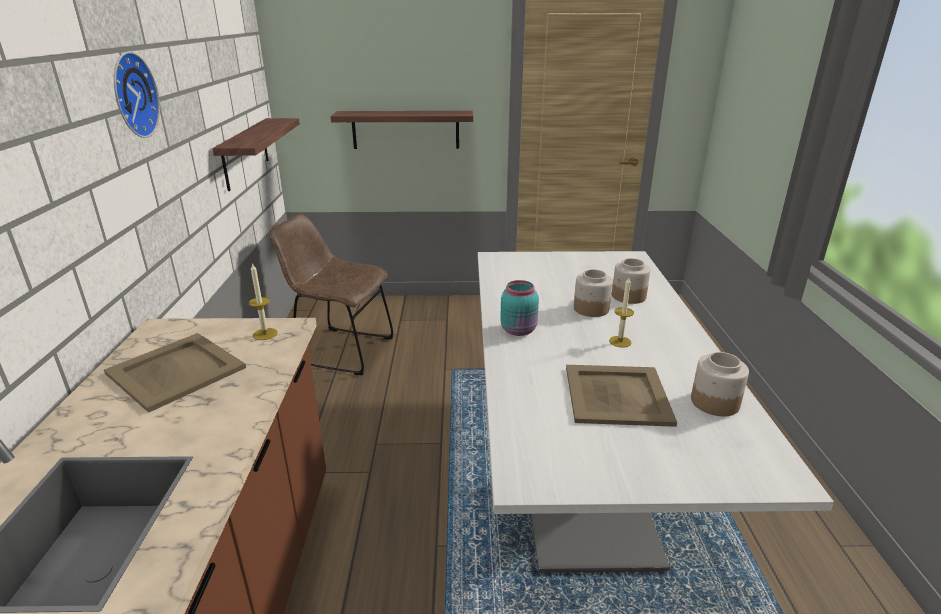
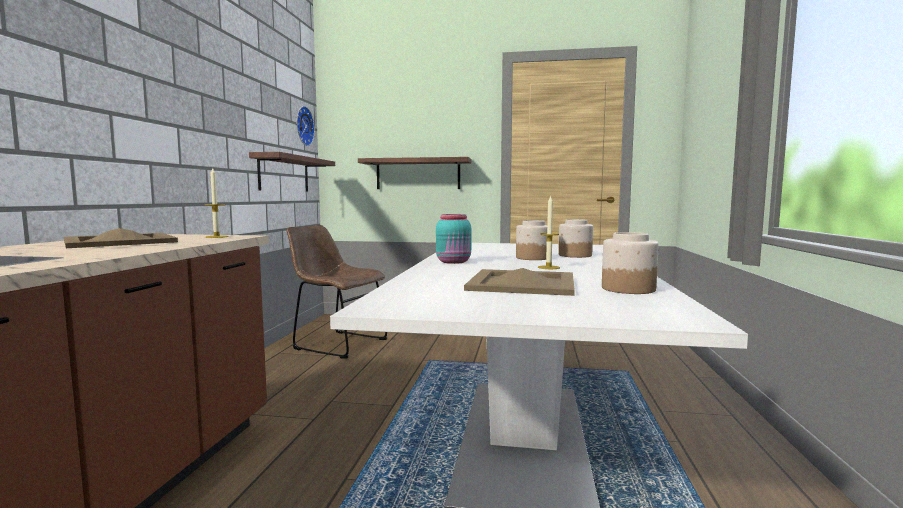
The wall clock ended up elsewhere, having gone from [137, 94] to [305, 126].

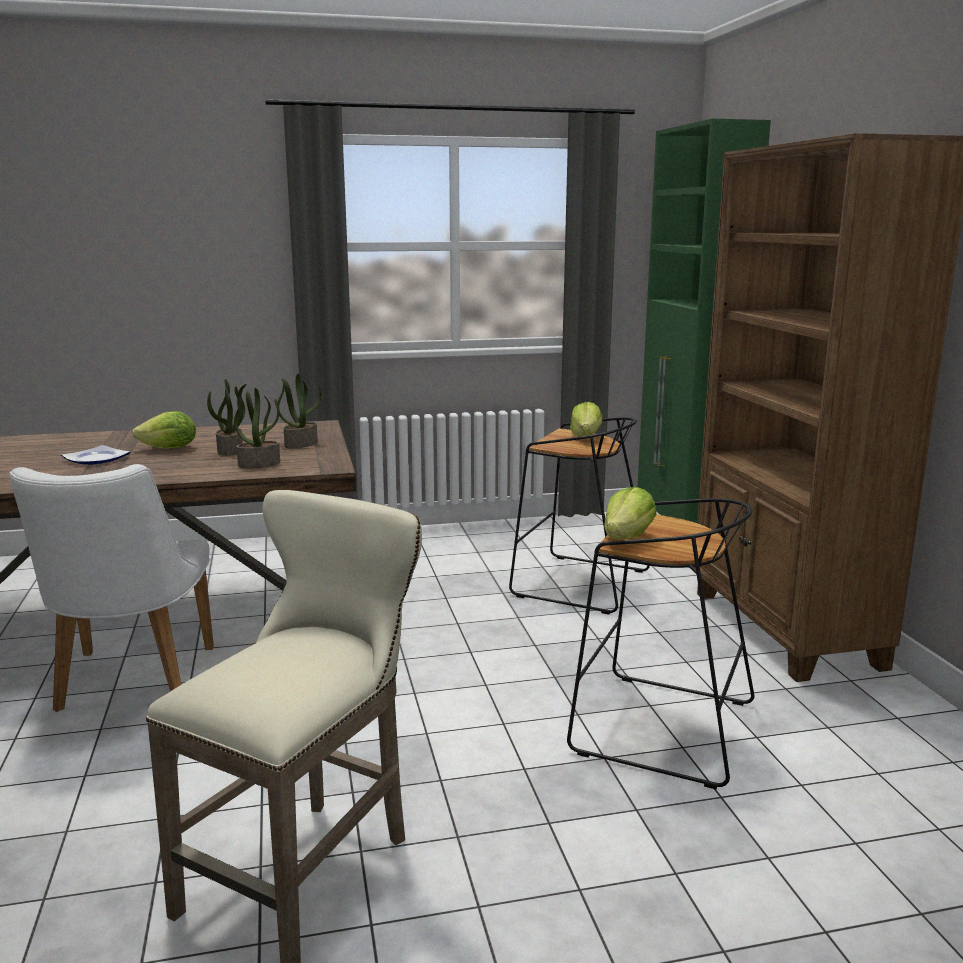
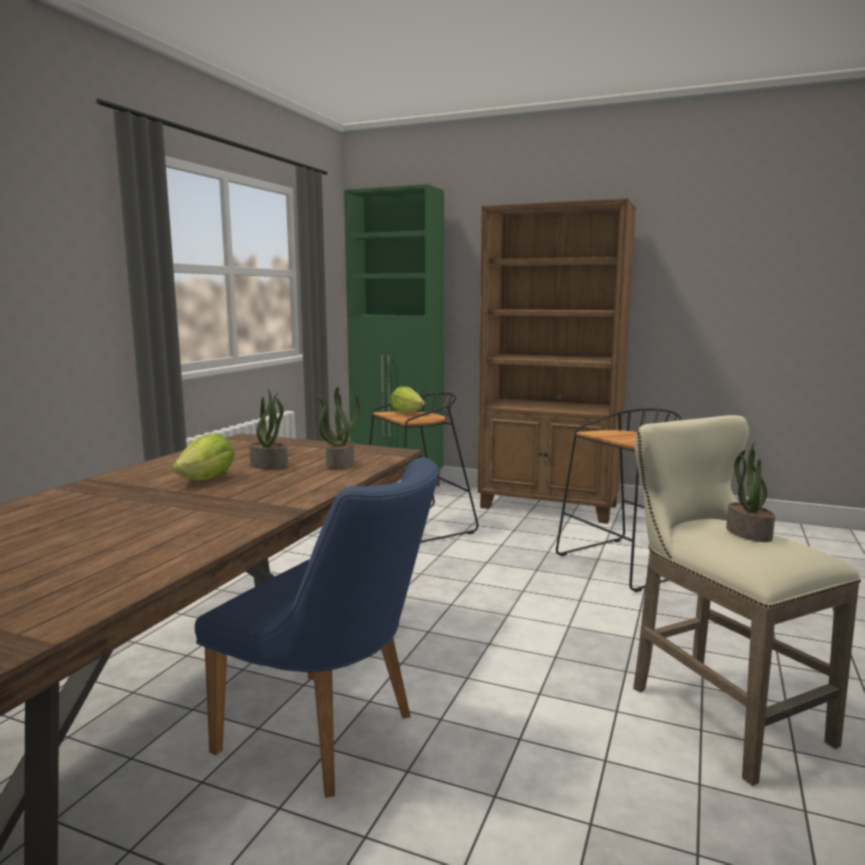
The potted plant ended up elsewhere, having gone from [299, 411] to [750, 492]. The second view lost the plate at [95, 455]. What was the white chair at [111, 588] turned into the blue chair at [316, 627]. The second view lost the lettuce at [630, 513].

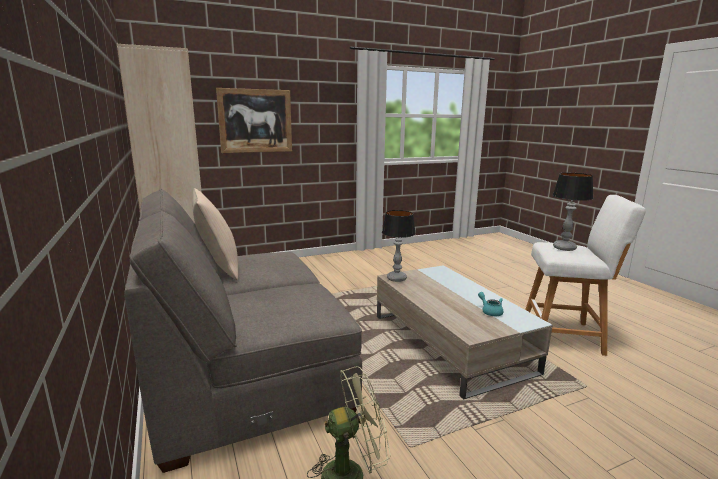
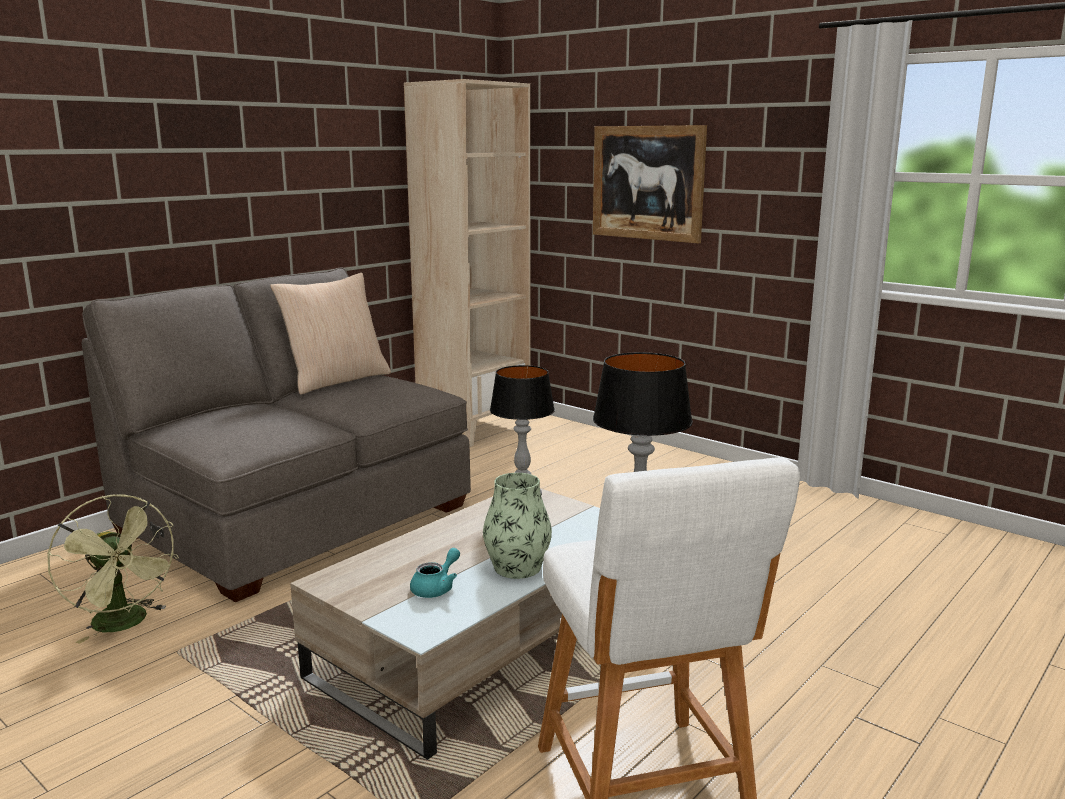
The second view gained the vase at [517, 526].

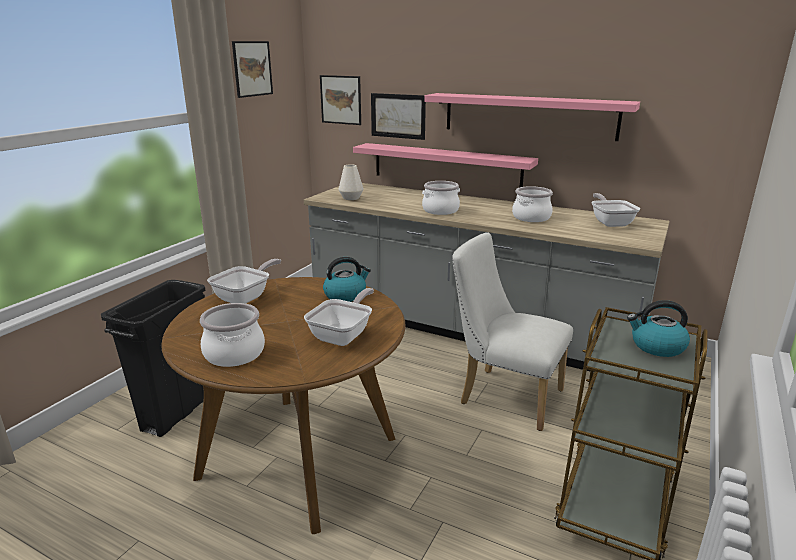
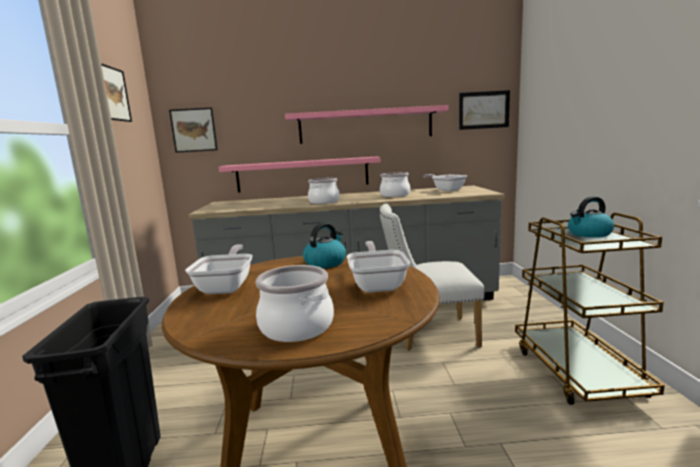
The picture ended up elsewhere, having gone from [398, 116] to [484, 110]. The second view lost the white vase at [351, 182].

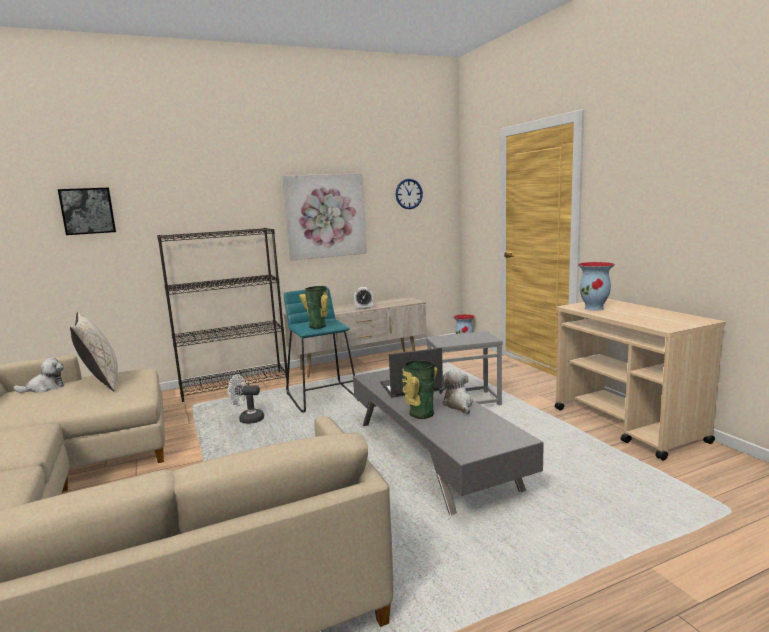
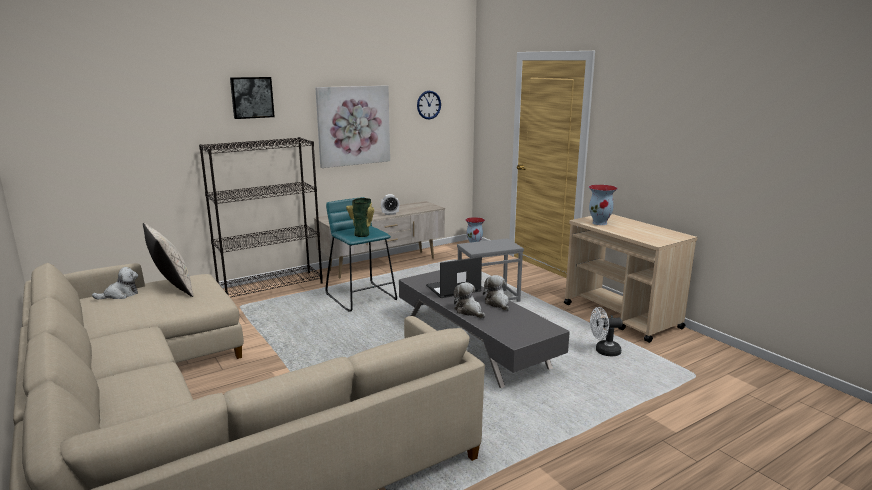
The picture ended up elsewhere, having gone from [87, 211] to [252, 98]. Where the vase stood at [419, 389], the plush toy came to stand at [469, 300]. The white fan ended up elsewhere, having gone from [246, 399] to [606, 331].

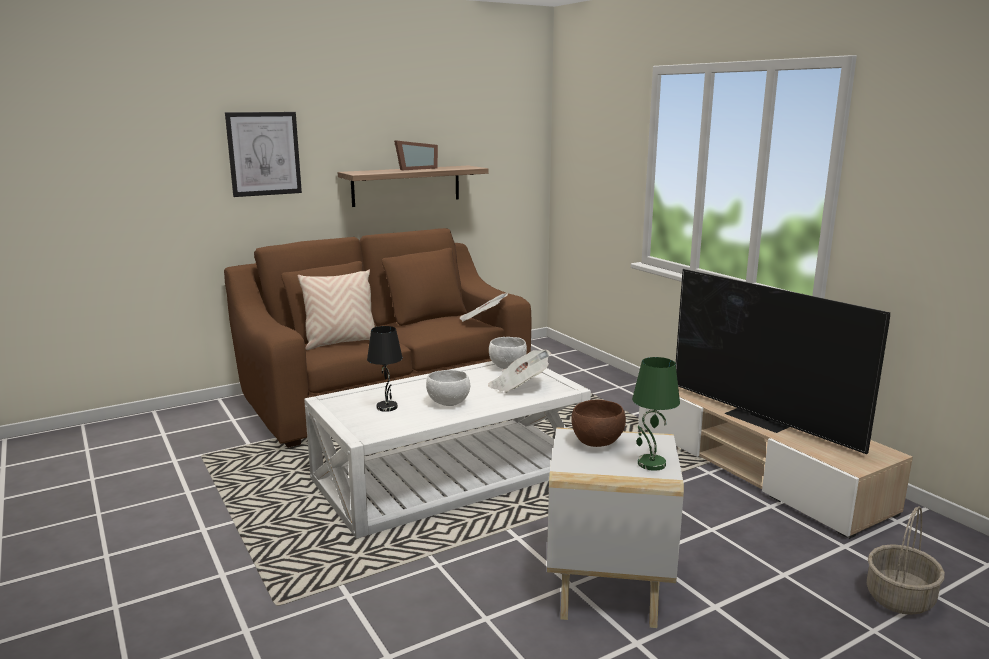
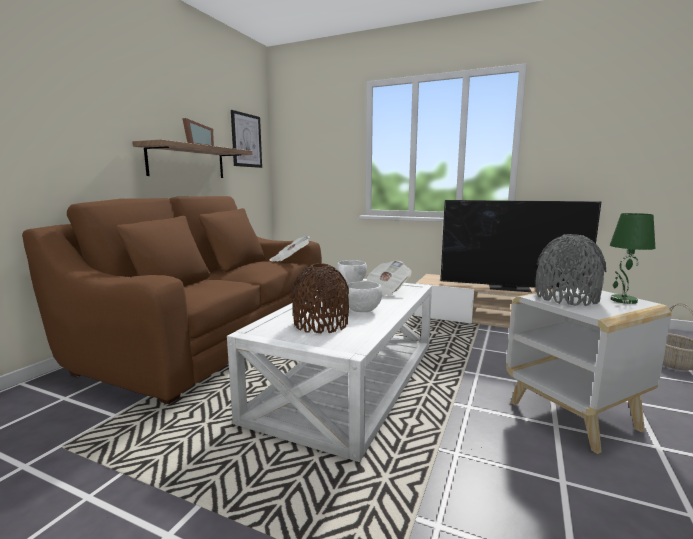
The picture ended up elsewhere, having gone from [263, 154] to [246, 139]. The second view lost the beige pillow at [336, 310]. Where the black table lamp stood at [385, 369], the brown vase came to stand at [320, 298]. Where the brown bowl stood at [598, 423], the grey vase came to stand at [570, 270].

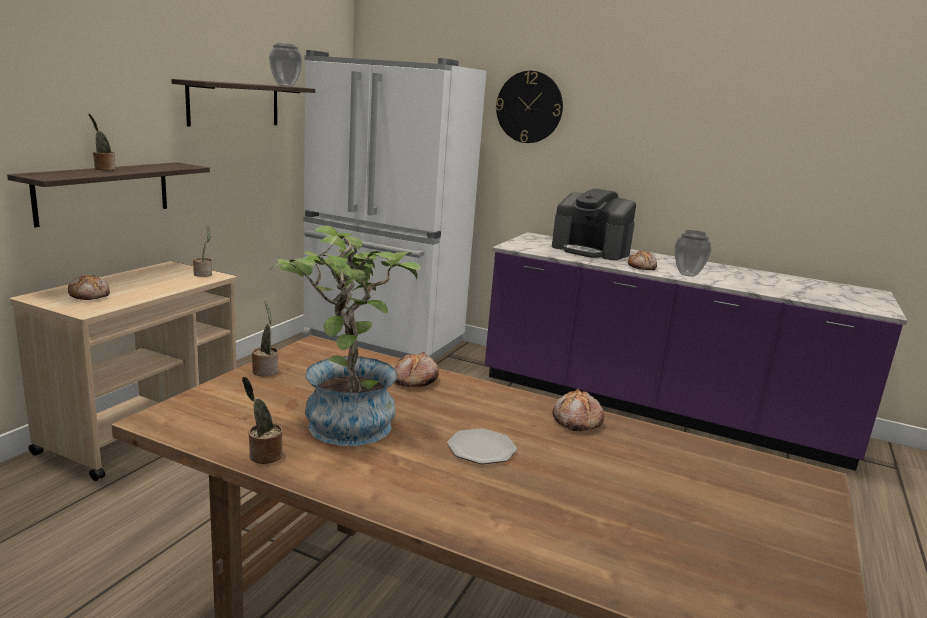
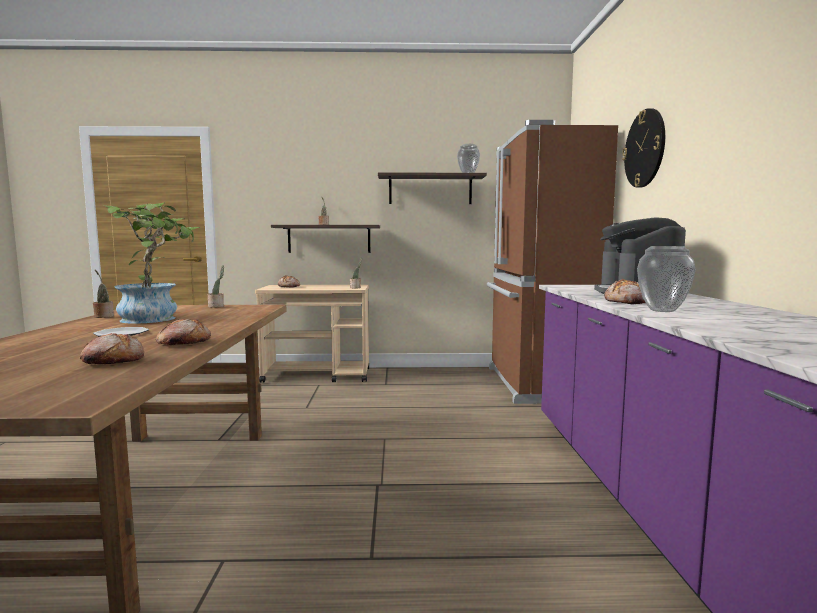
What was the white fridge at [395, 205] turned into the brown fridge at [552, 262]. The bread ended up elsewhere, having gone from [416, 369] to [112, 348].

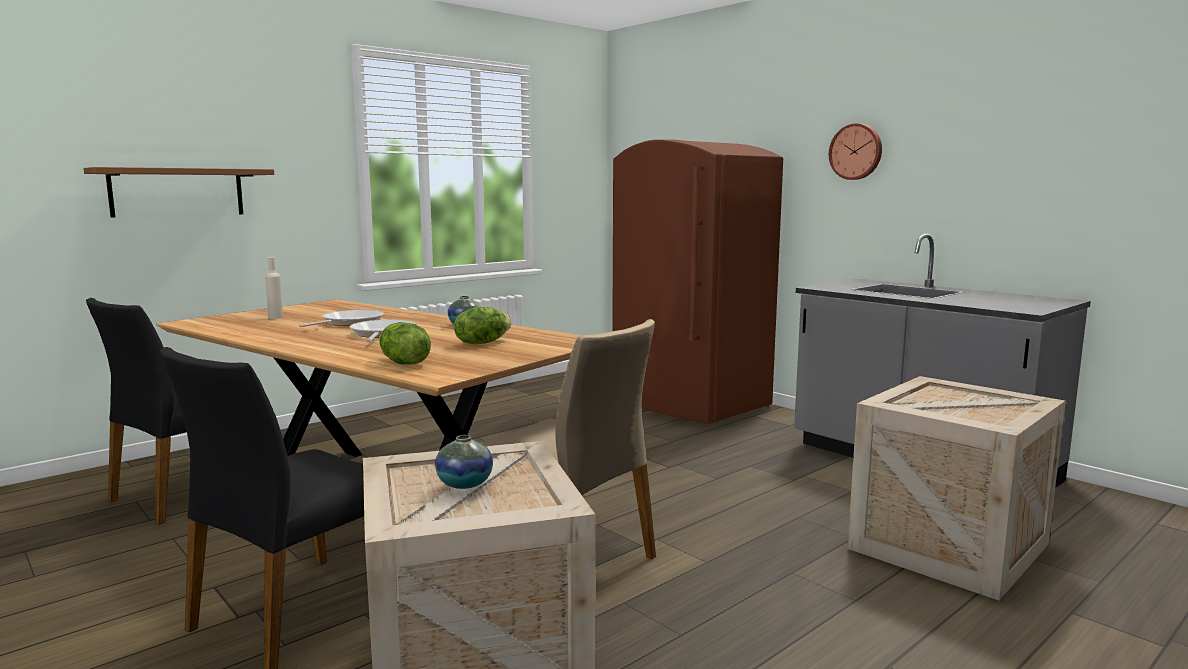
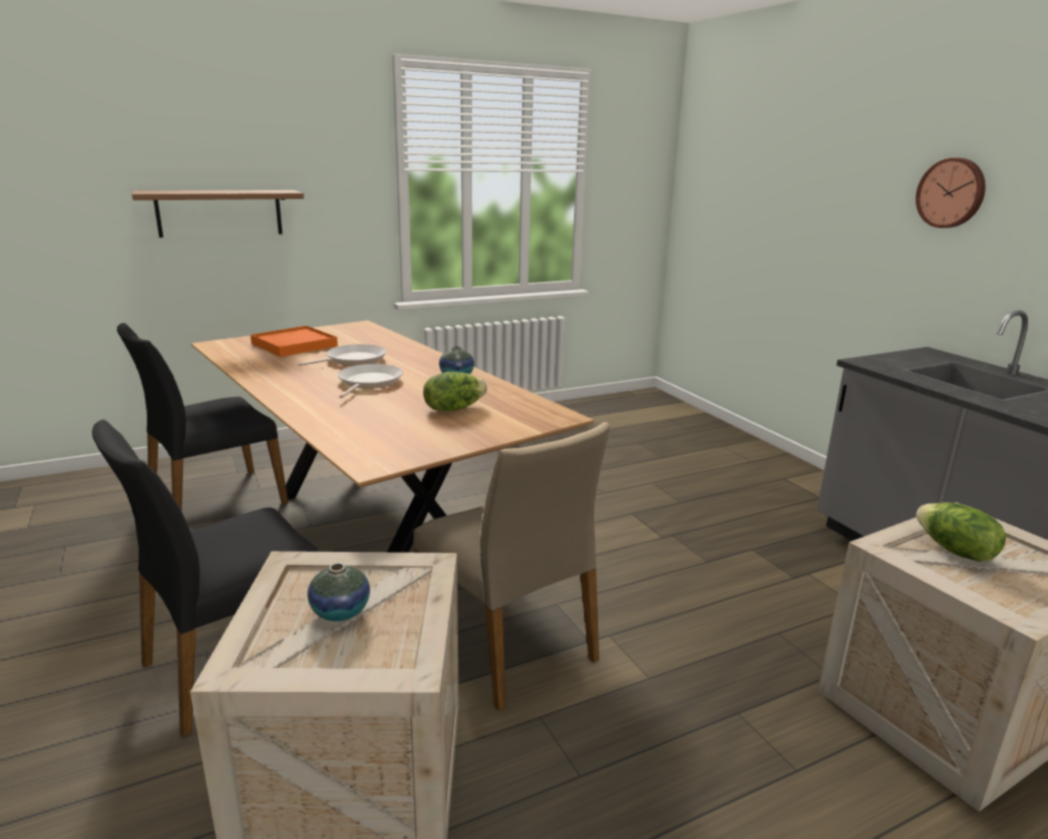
The second view lost the brown fridge at [697, 281]. Where the beige bottle stood at [274, 288], the orange tray came to stand at [294, 341]. The lettuce ended up elsewhere, having gone from [405, 343] to [961, 532].

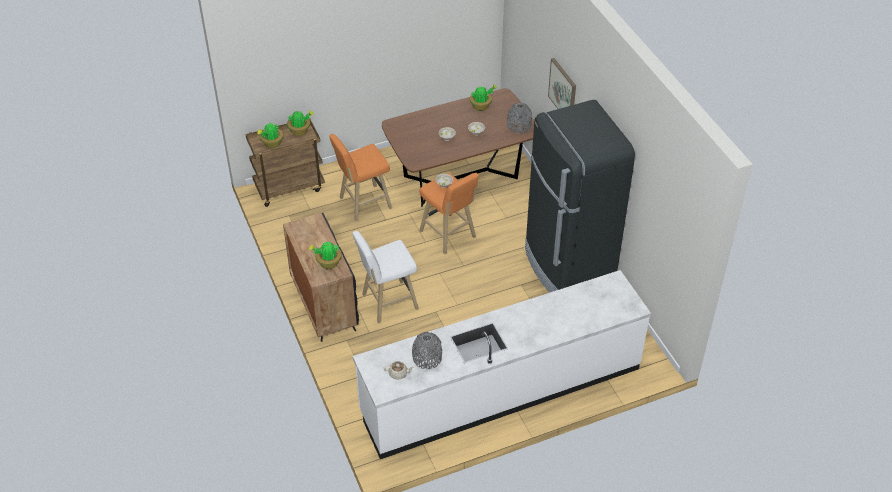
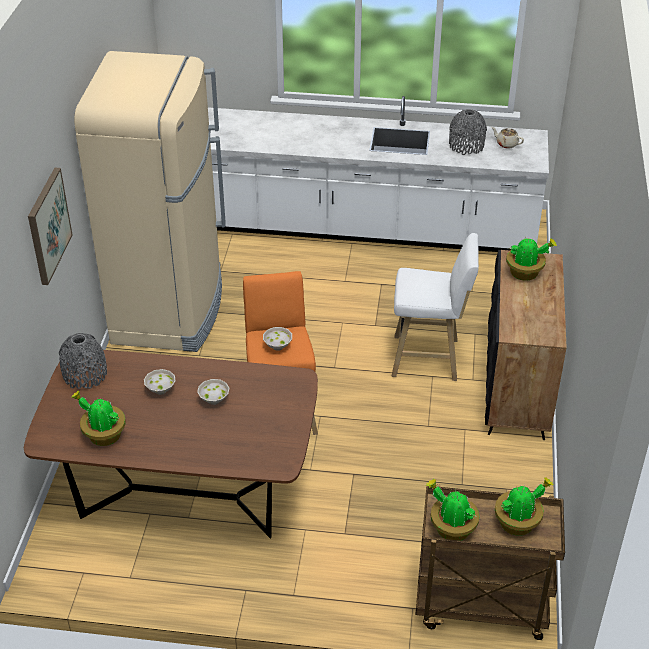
What was the black fridge at [580, 196] turned into the beige fridge at [150, 201]. The second view lost the orange stool at [360, 178].

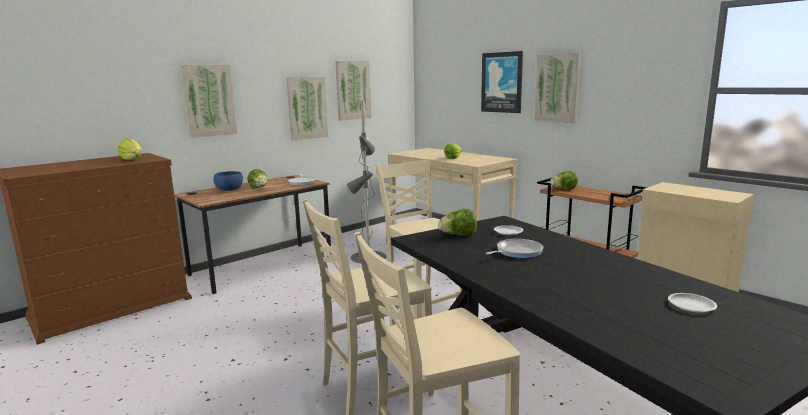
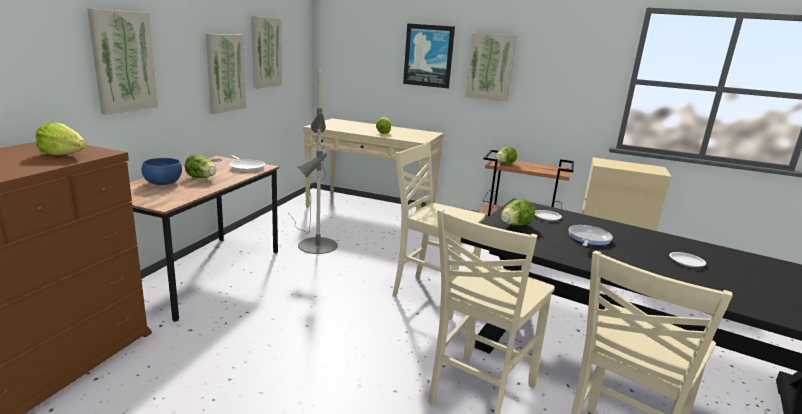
The white plate ended up elsewhere, having gone from [692, 303] to [687, 259].

